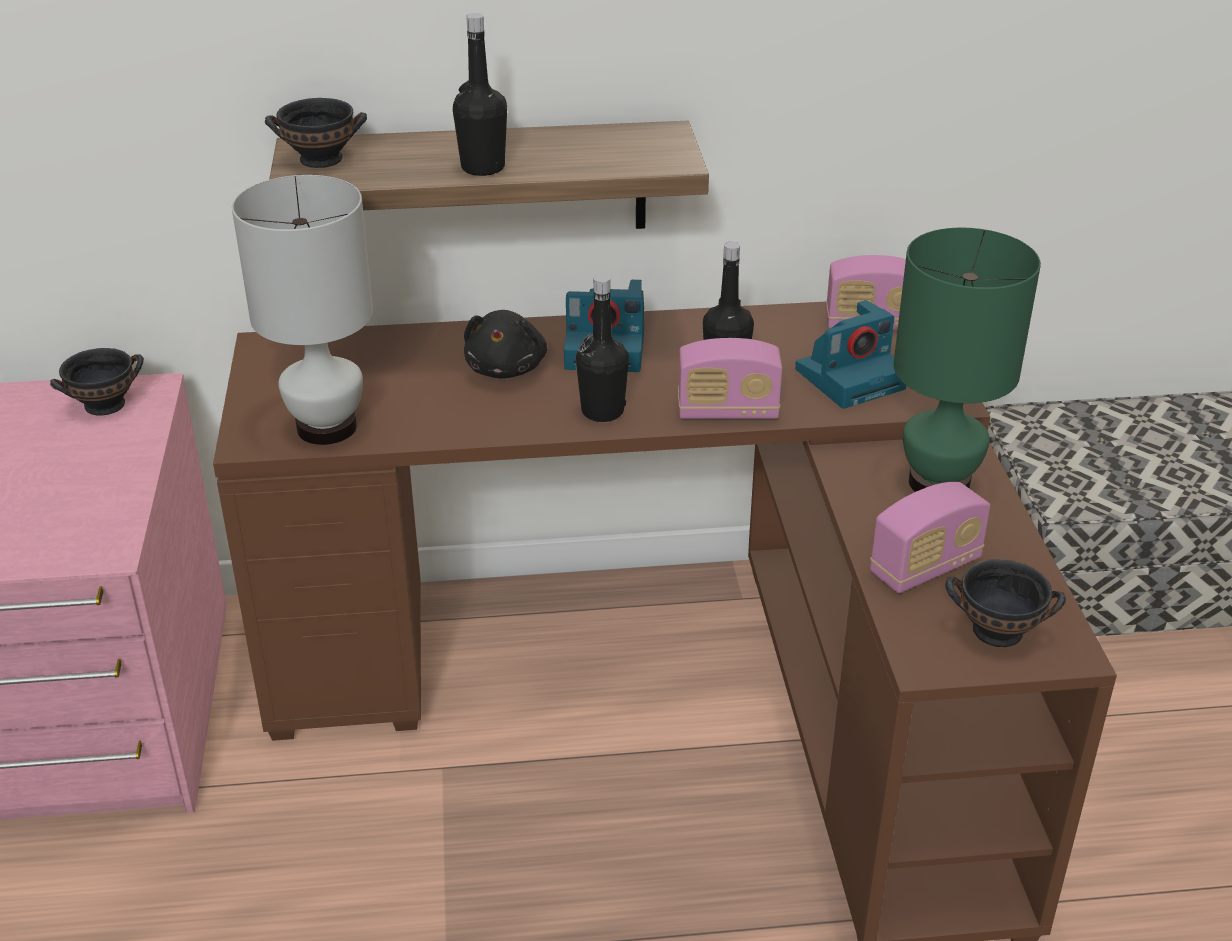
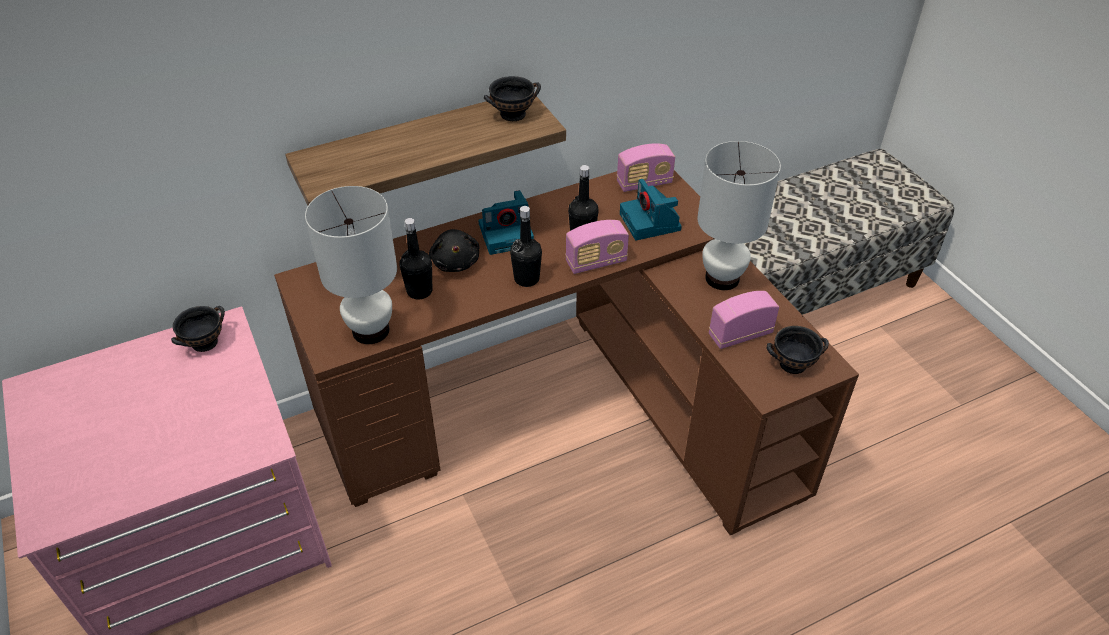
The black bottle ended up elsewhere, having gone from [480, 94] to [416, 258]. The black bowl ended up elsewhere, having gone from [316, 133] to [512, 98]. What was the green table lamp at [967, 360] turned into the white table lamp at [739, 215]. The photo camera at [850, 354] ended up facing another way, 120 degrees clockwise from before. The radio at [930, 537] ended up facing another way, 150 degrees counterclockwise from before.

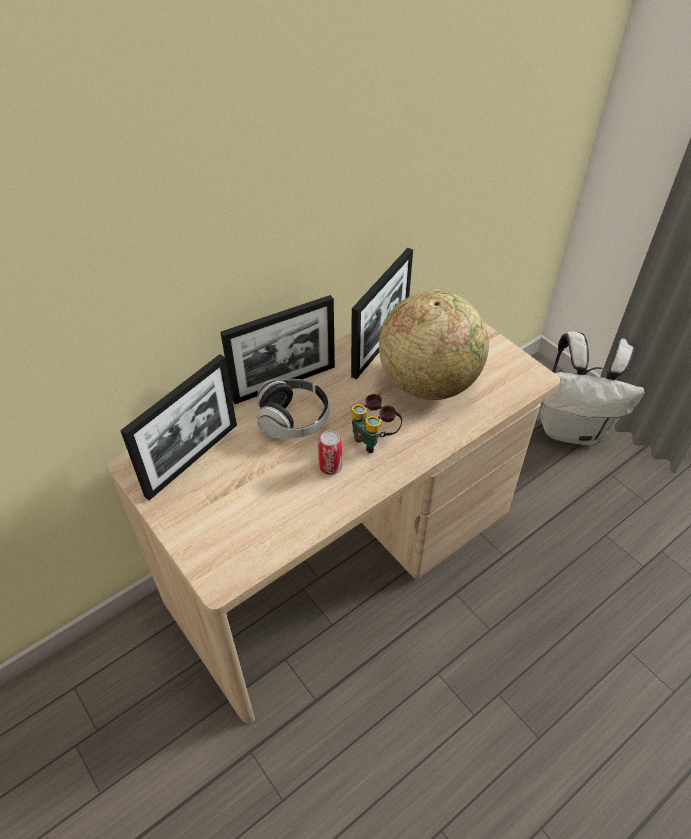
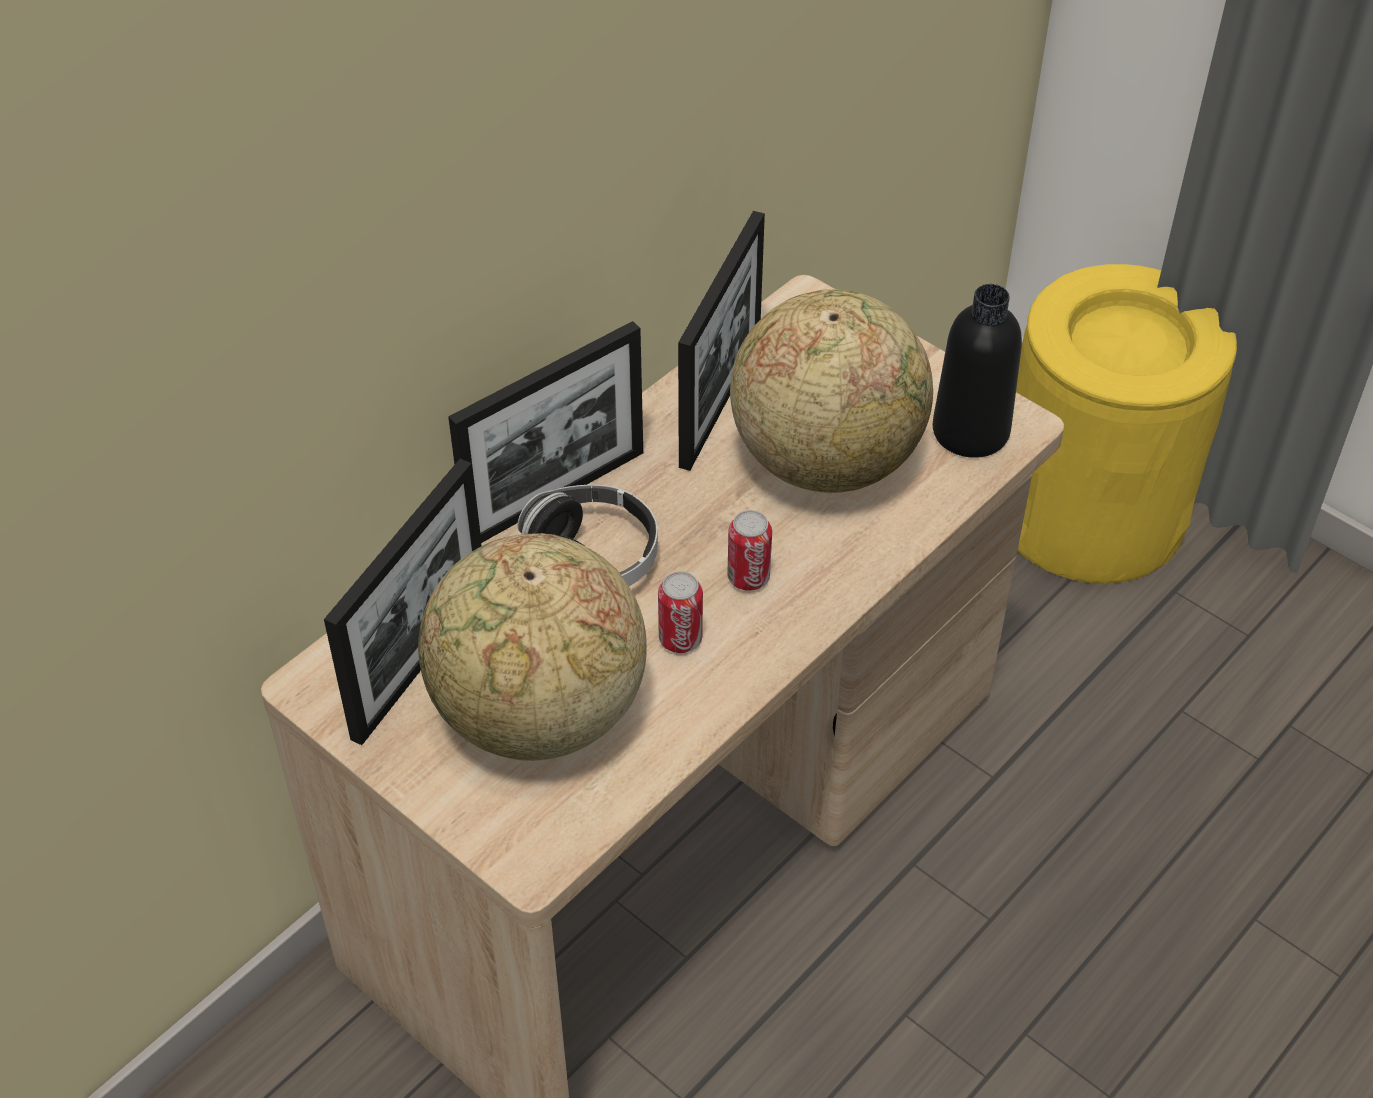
Where the white backpack stood at [592, 388], the yellow trash can came to stand at [1126, 424]. Where the binoculars stood at [376, 423], the can came to stand at [749, 550]. The second view gained the black bottle at [977, 371]. The second view gained the globe at [532, 647].

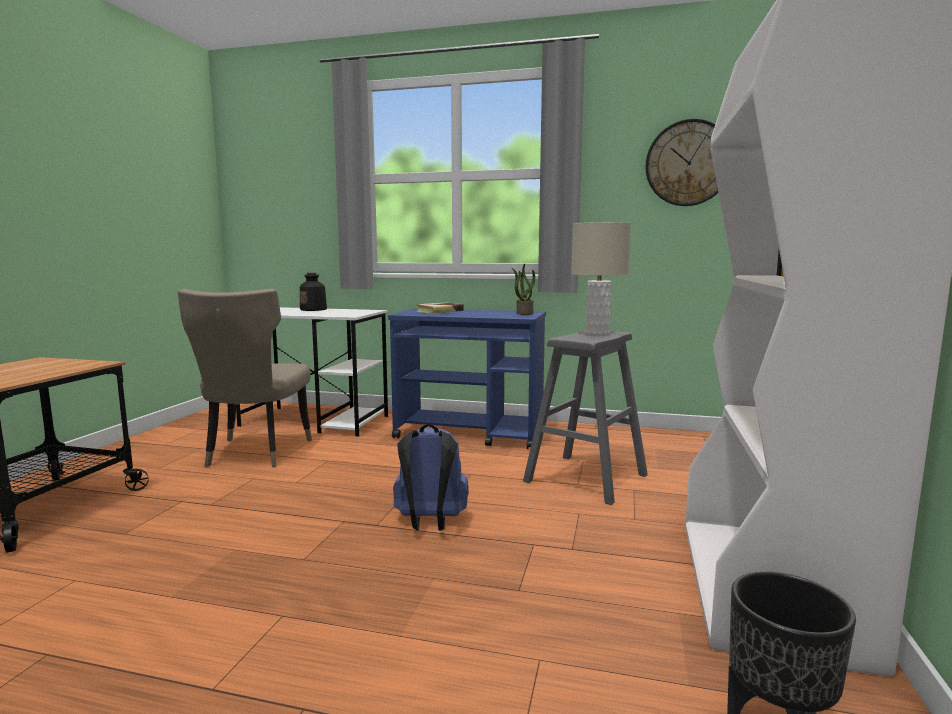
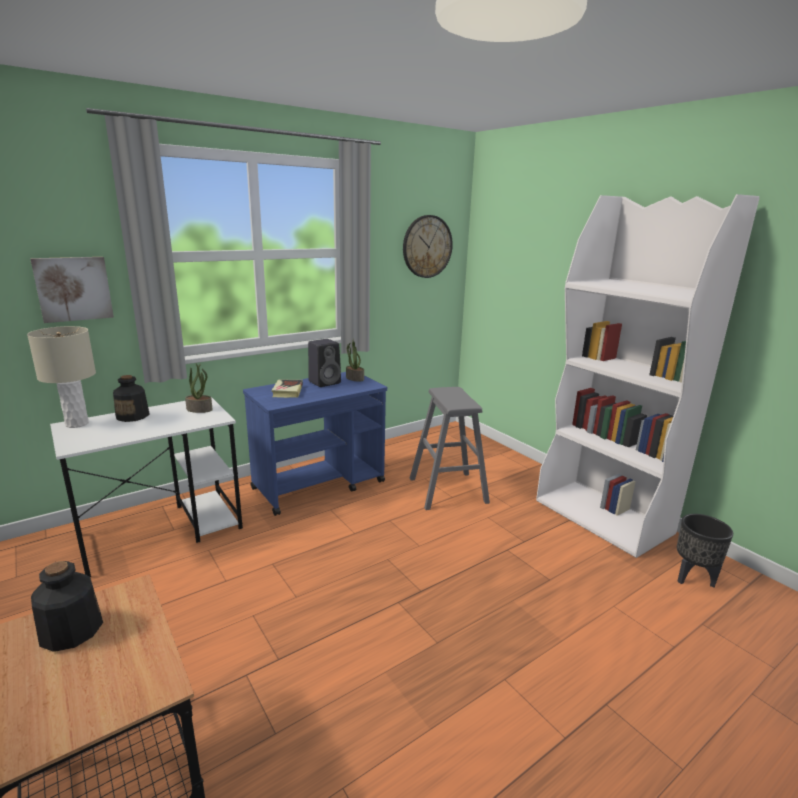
The beige table lamp ended up elsewhere, having gone from [601, 278] to [61, 377]. The second view lost the beige chair at [245, 378]. The second view lost the blue backpack at [431, 477]. The second view gained the picture at [72, 290]. The second view gained the black speaker at [324, 363]. The second view gained the potted plant at [199, 388]. The second view gained the bottle at [67, 606].

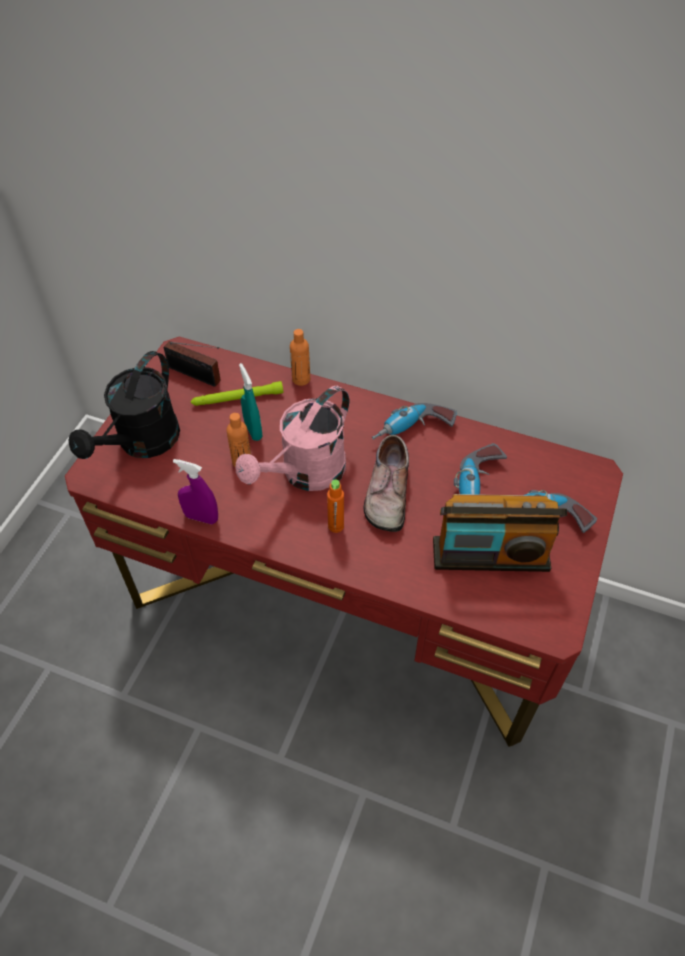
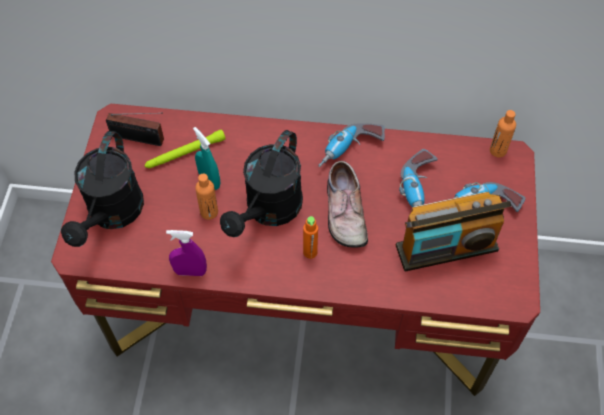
The orange bottle ended up elsewhere, having gone from [300, 357] to [503, 133]. What was the pink watering can at [292, 438] turned into the black watering can at [261, 183].

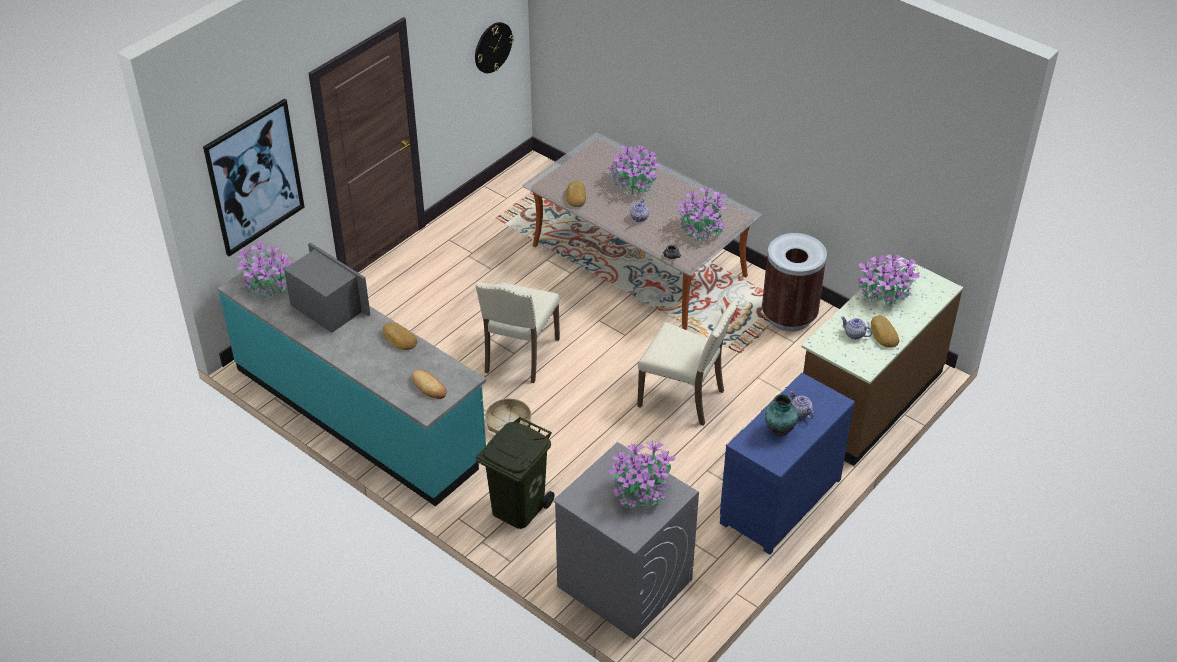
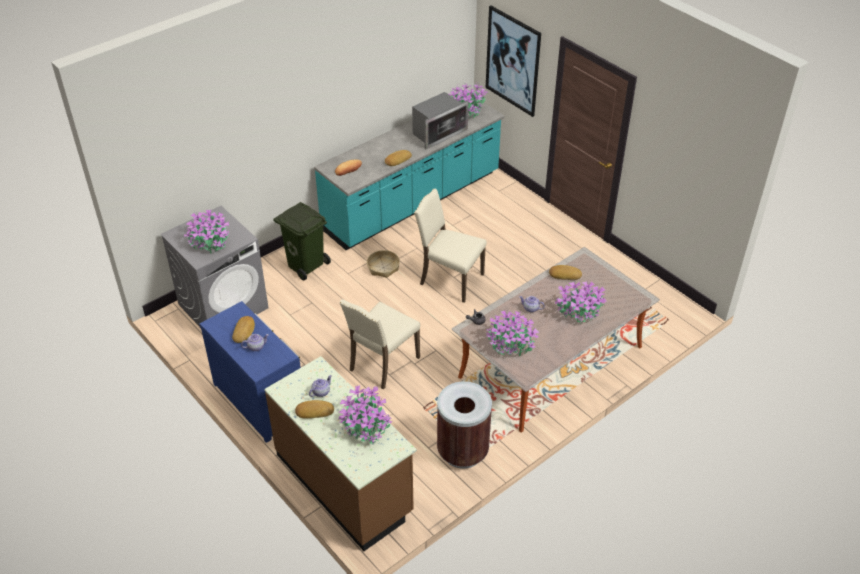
The second view lost the wall clock at [494, 47]. Where the vase stood at [781, 415], the bread came to stand at [243, 329].

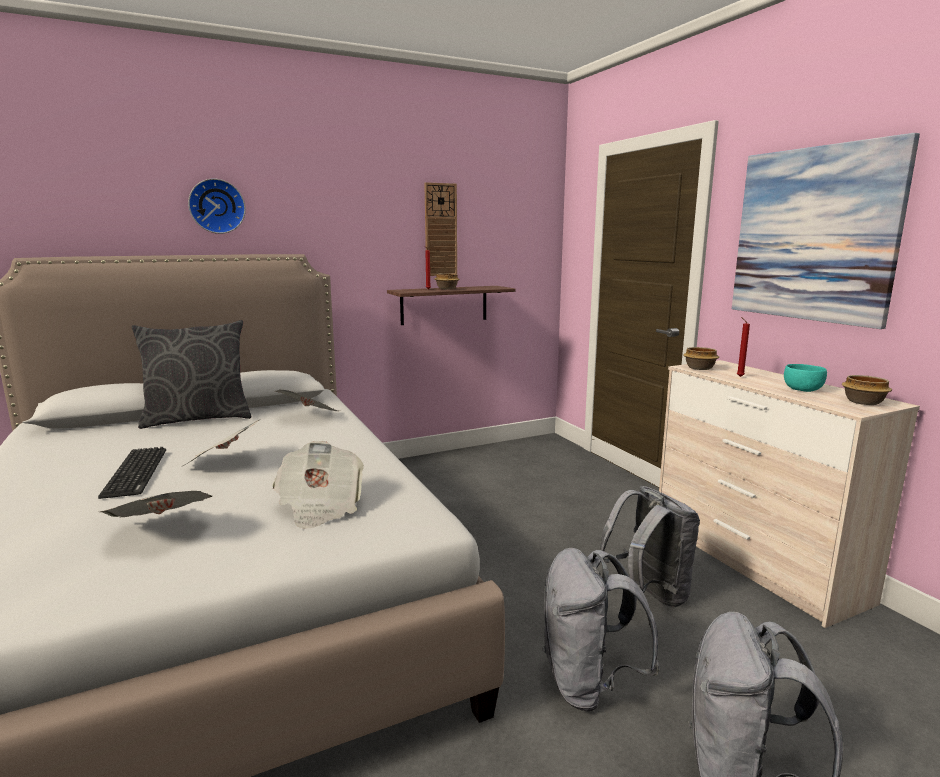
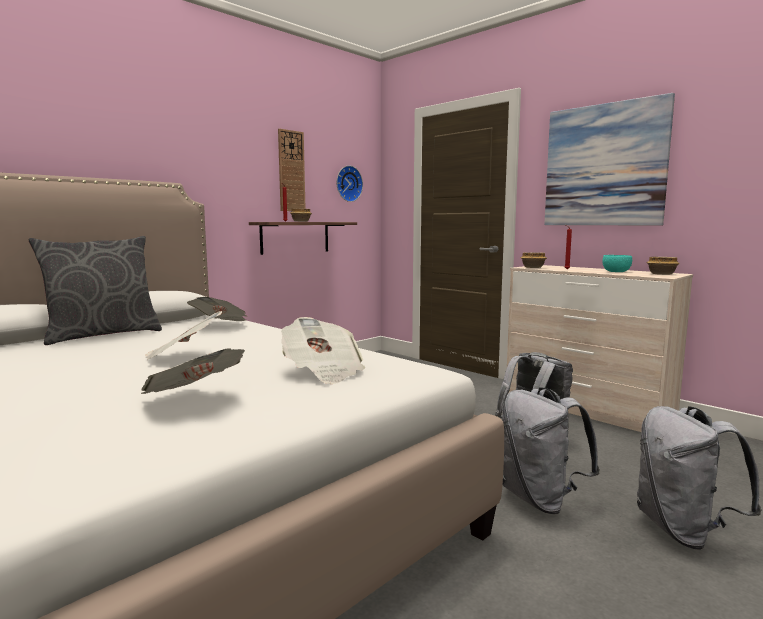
The wall clock ended up elsewhere, having gone from [217, 206] to [349, 183]. The second view lost the keyboard at [132, 473].

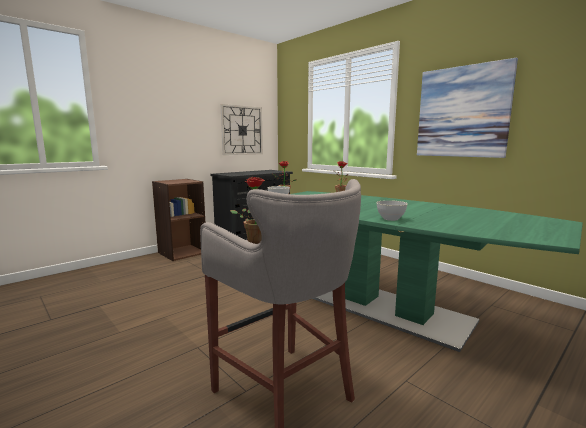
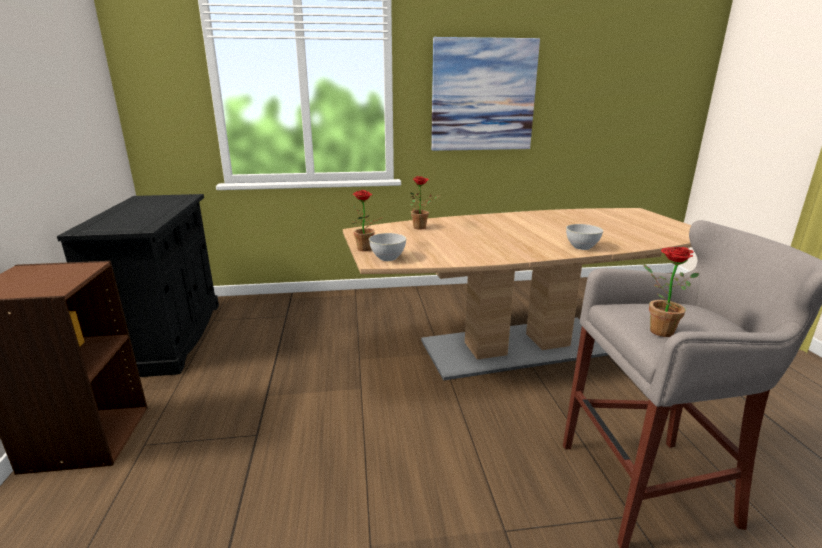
The second view lost the wall clock at [241, 129]. What was the green dining table at [438, 271] turned into the brown dining table at [517, 294].

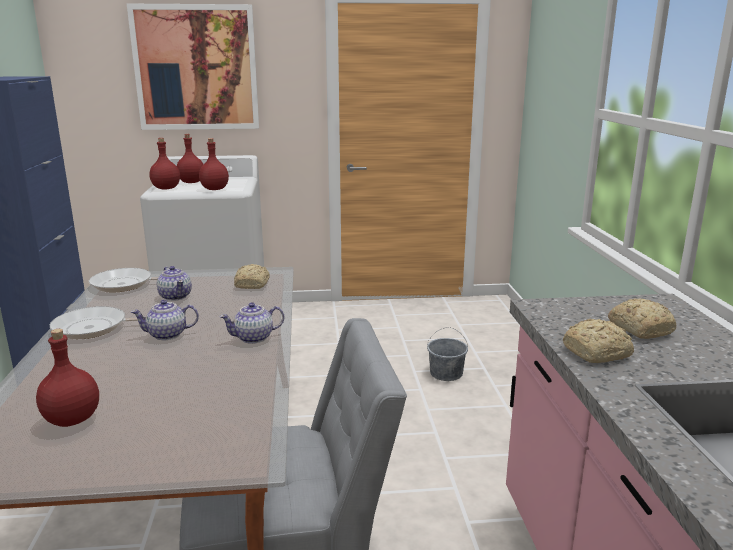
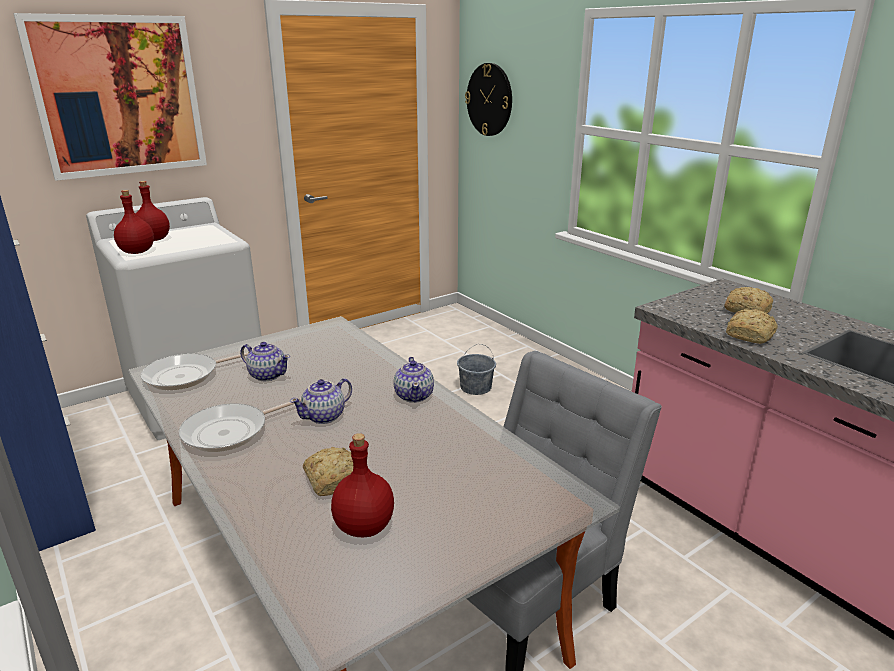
The second view lost the red bottle at [214, 164]. The bread ended up elsewhere, having gone from [252, 276] to [328, 471]. The teapot at [251, 323] ended up facing another way, 45 degrees counterclockwise from before. The second view gained the wall clock at [488, 99].

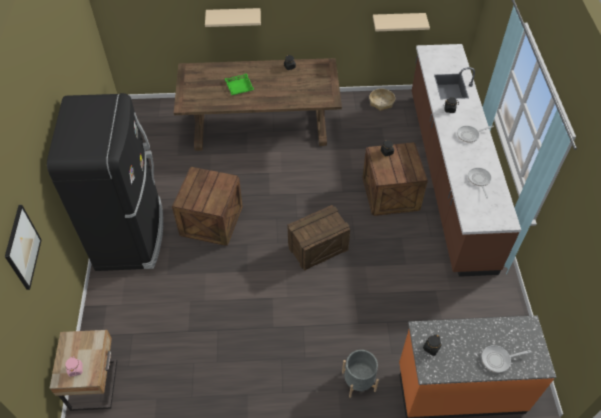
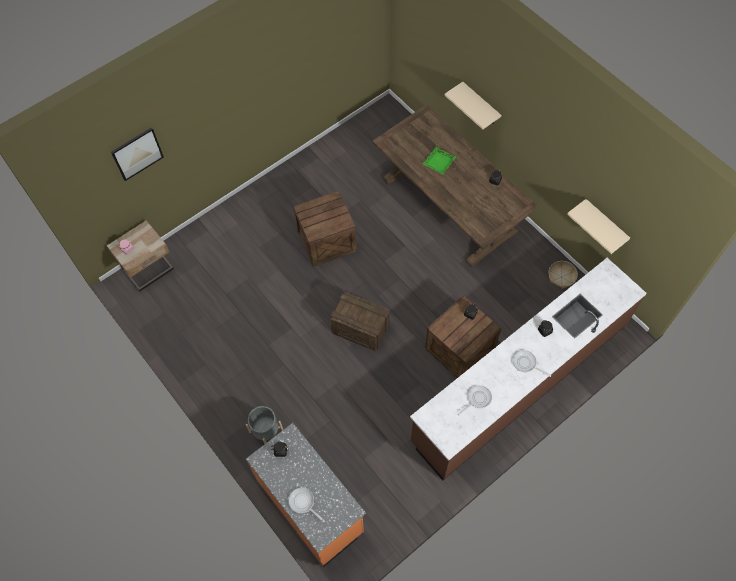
The second view lost the black fridge at [105, 182].

